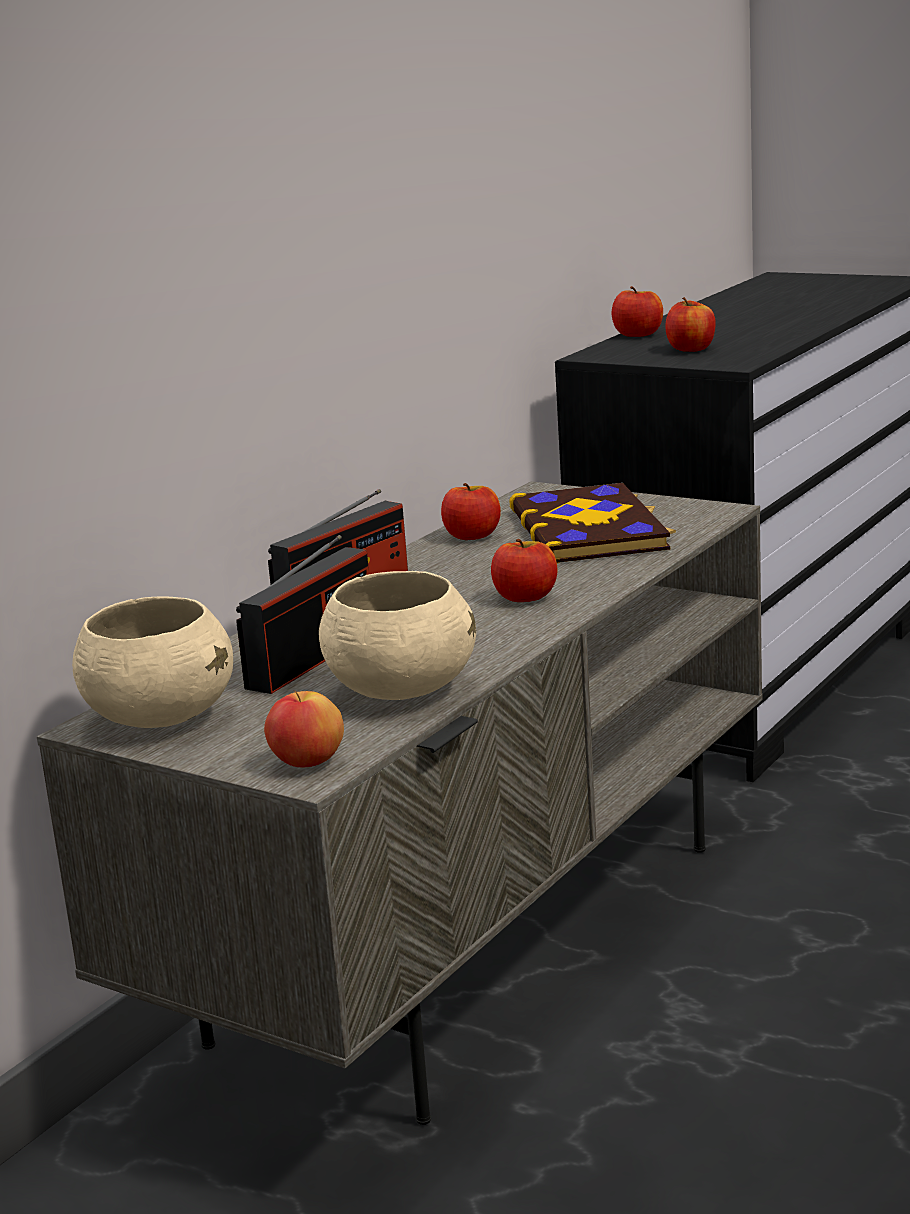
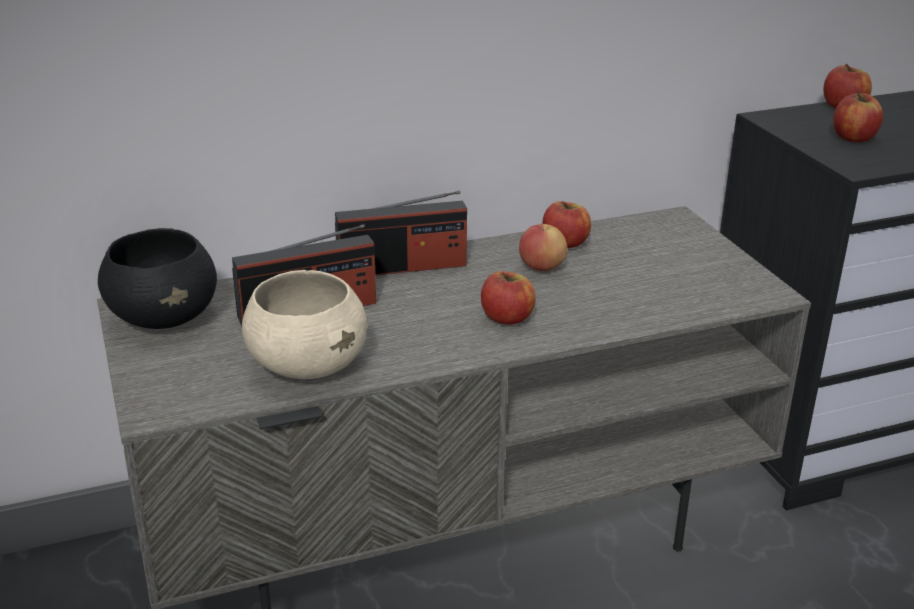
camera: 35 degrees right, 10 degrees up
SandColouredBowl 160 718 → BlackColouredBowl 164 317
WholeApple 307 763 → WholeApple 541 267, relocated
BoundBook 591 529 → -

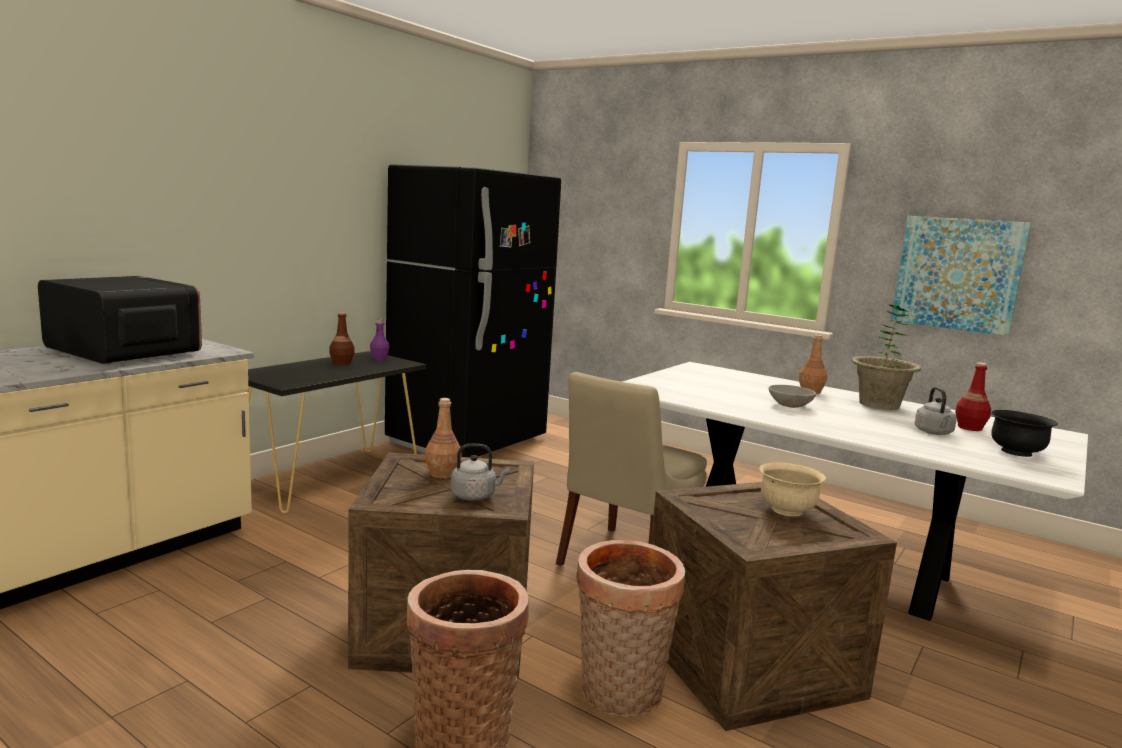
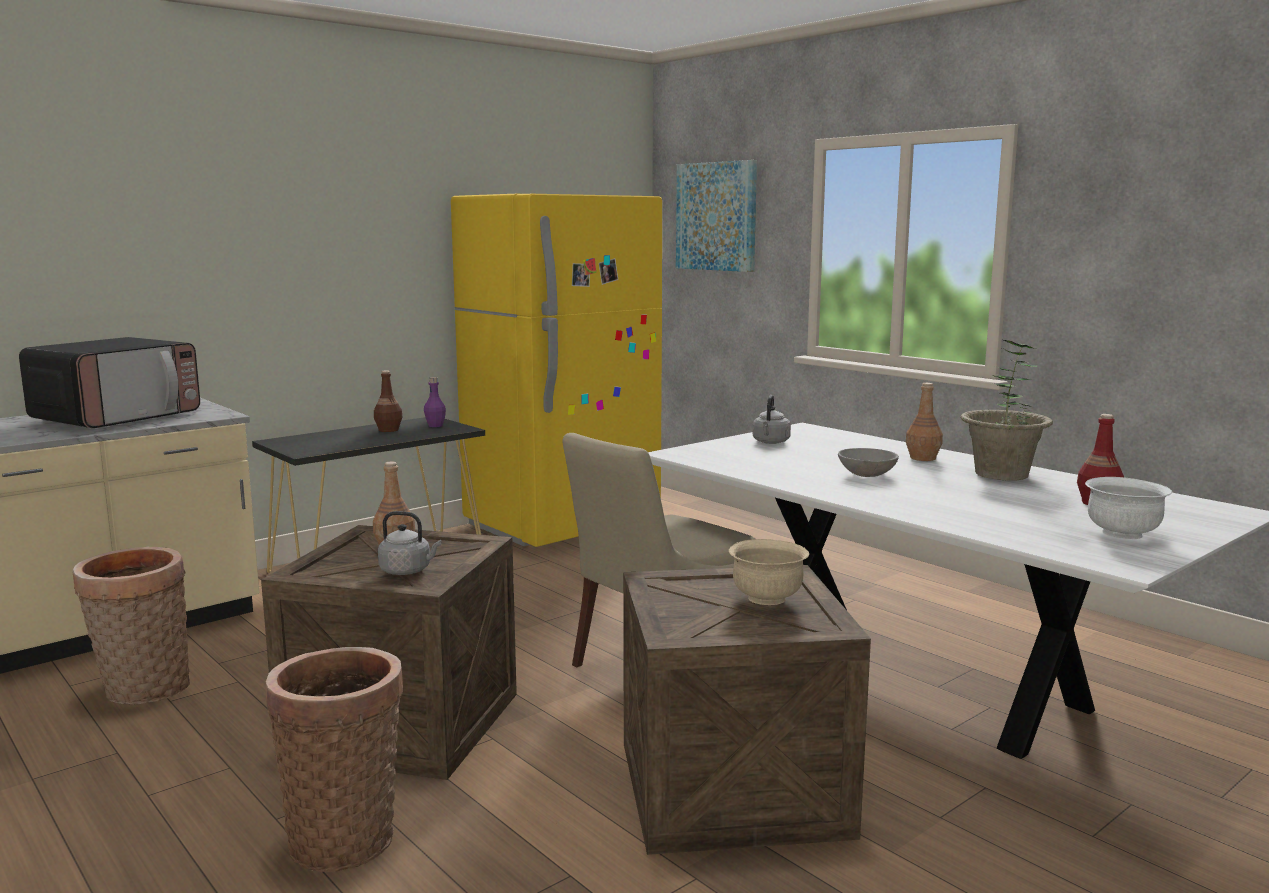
camera: 15 degrees right, 0 degrees up
KitchenMicrowave 123 352 → KitchenMicrowave 118 417, 75 degrees clockwise
BlackColouredRefrigerator 467 441 → YellowishRefrigerator 562 525
Basket 619 695 → Basket 143 691, relocated
Picture 957 274 → Picture 716 216, relocated
GreyishKettle 934 433 → GreyishKettle 770 442, relocated
BlackColouredBowl 1016 452 → WhitishBowl 1123 534

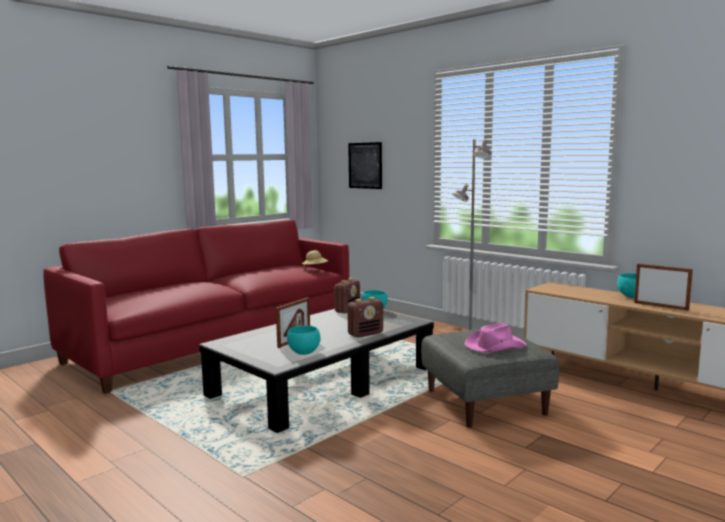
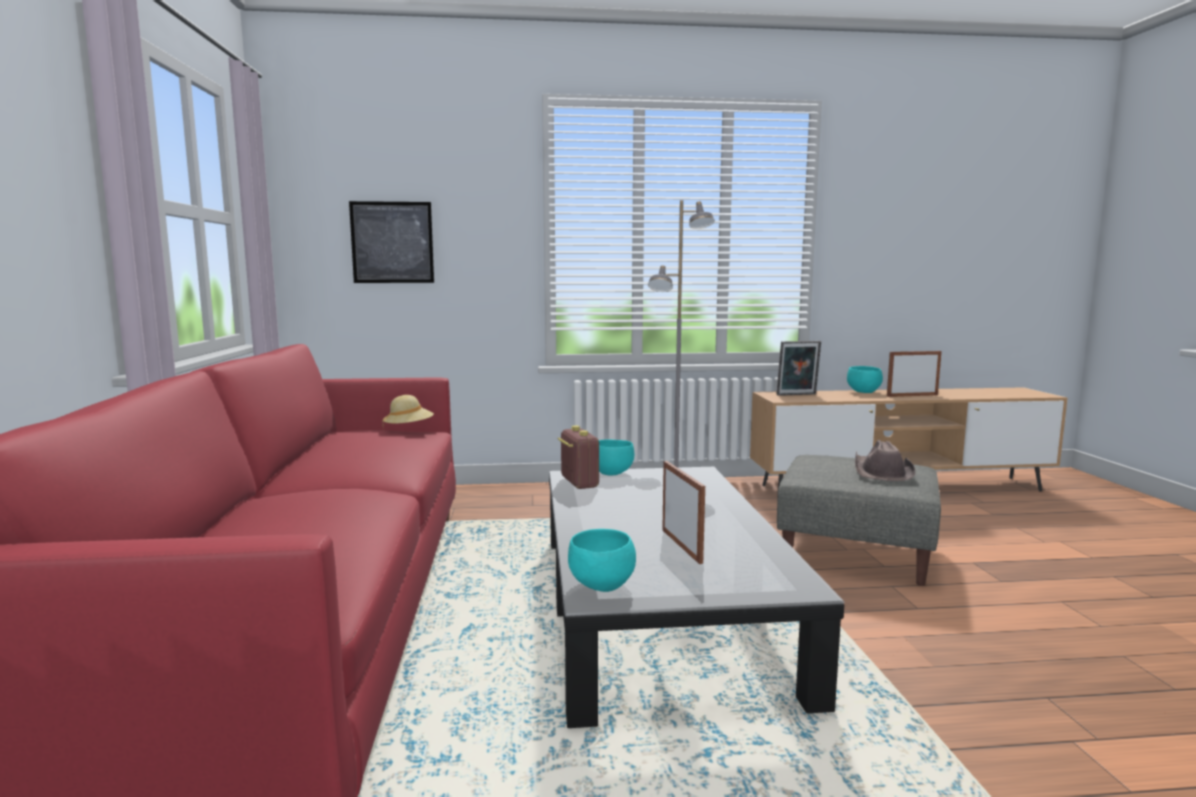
camera: 50 degrees left, 0 degrees up
BlueGreenBowl 303 352 → BlueGreenBowl 602 586, relocated
Radio 365 334 → -
PinkClothingHat 494 345 → BrownColouredClothingHat 881 472
- → PictureFrame 797 395

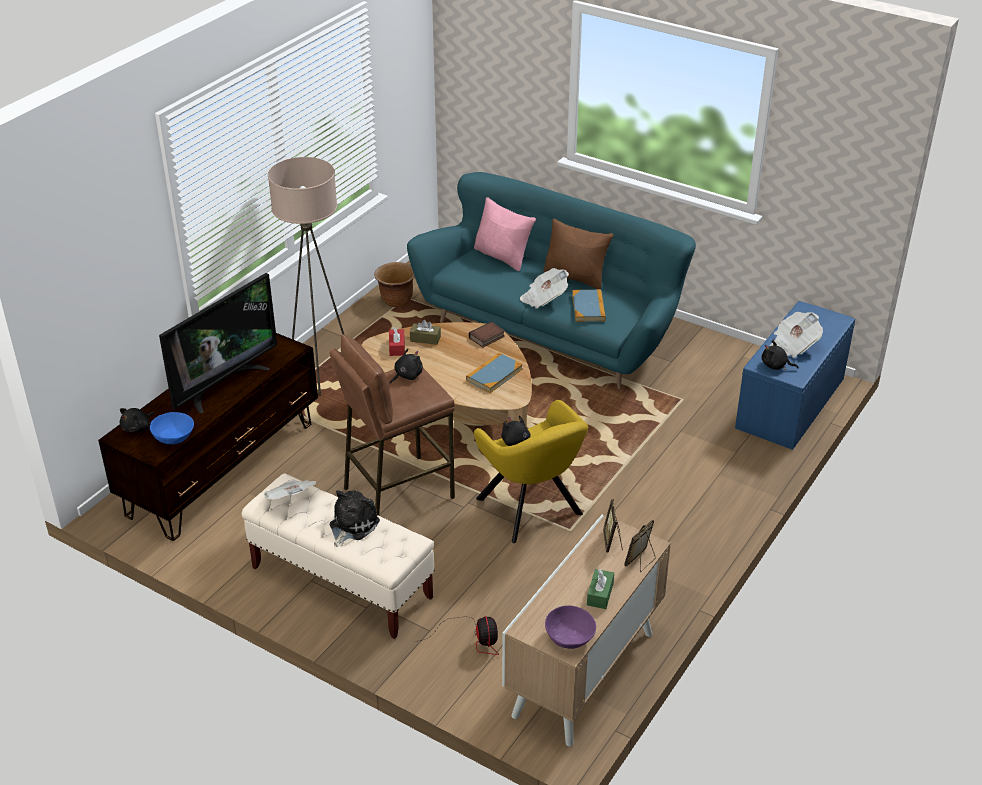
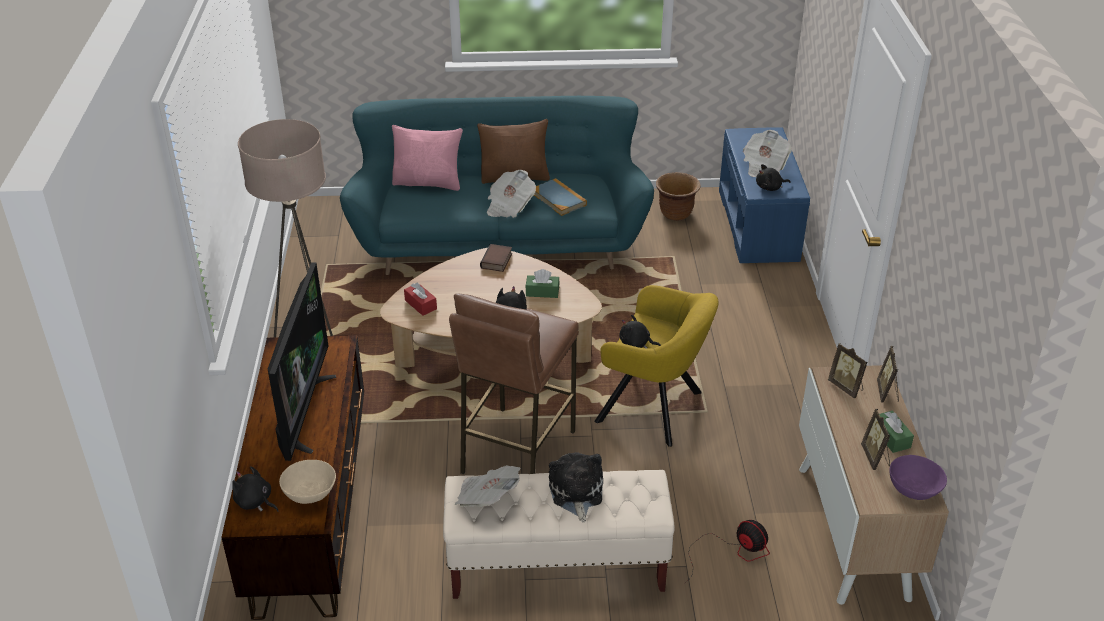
camera: 35 degrees left, 0 degrees up
BlackColouredSoftToy 138 428 → BlackColouredSoftToy 255 502, 120 degrees clockwise
BlueBowl 174 437 → SandColouredBowl 309 492
BrownColouredPlantPot 396 301 → BrownColouredPlantPot 676 214, relocated
BrownColouredTissueBox 425 339 → -
BoundBook 494 375 → GreenishTissueBox 542 292
- → PictureFrame 875 457

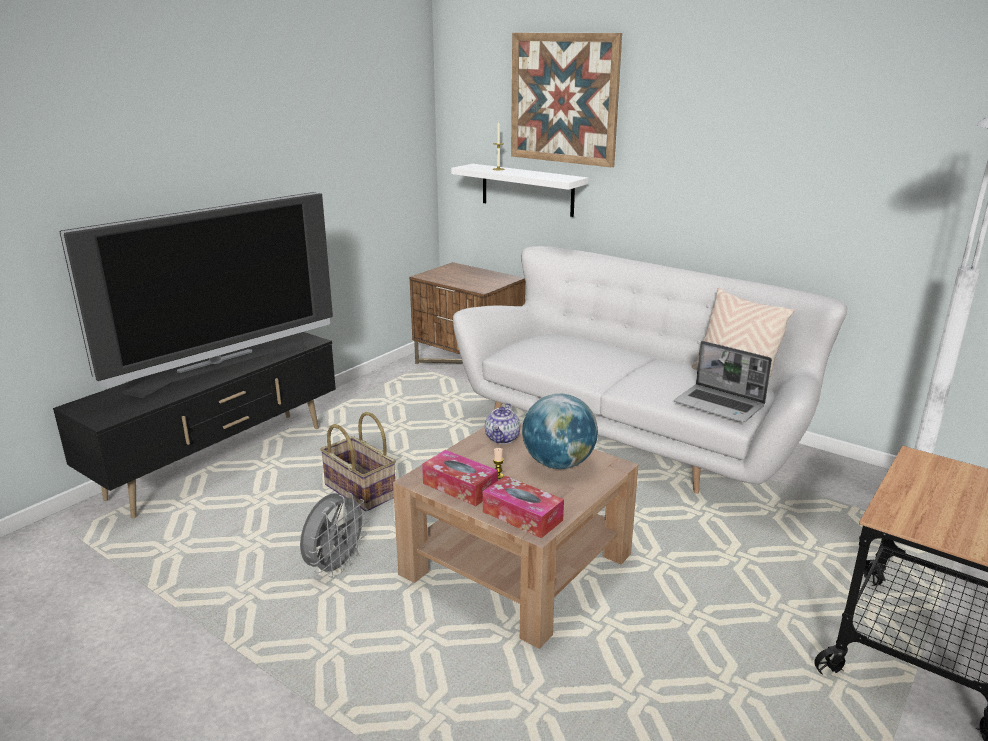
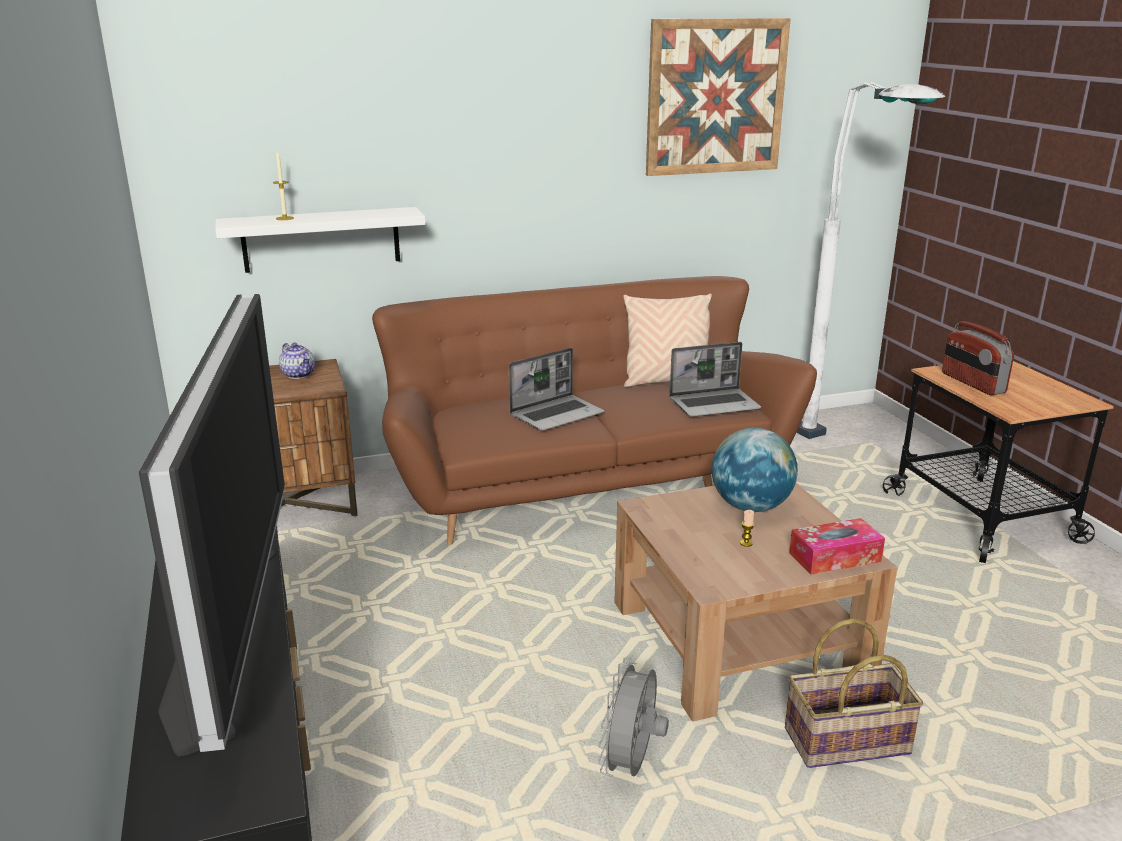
camera: 55 degrees left, 0 degrees up
GreyishElectricFan 335 566 → GreyishElectricFan 631 765, 135 degrees counterclockwise
Basket 359 491 → Basket 846 743, relocated
TissueBox 460 487 → -
WhitishSettee 634 437 → BrownColouredSettee 584 486
TeaPot 502 438 → TeaPot 299 374, relocated
Picture 564 99 → Picture 716 97, relocated
- → NotebookComputer 557 414
- → Radio 972 383

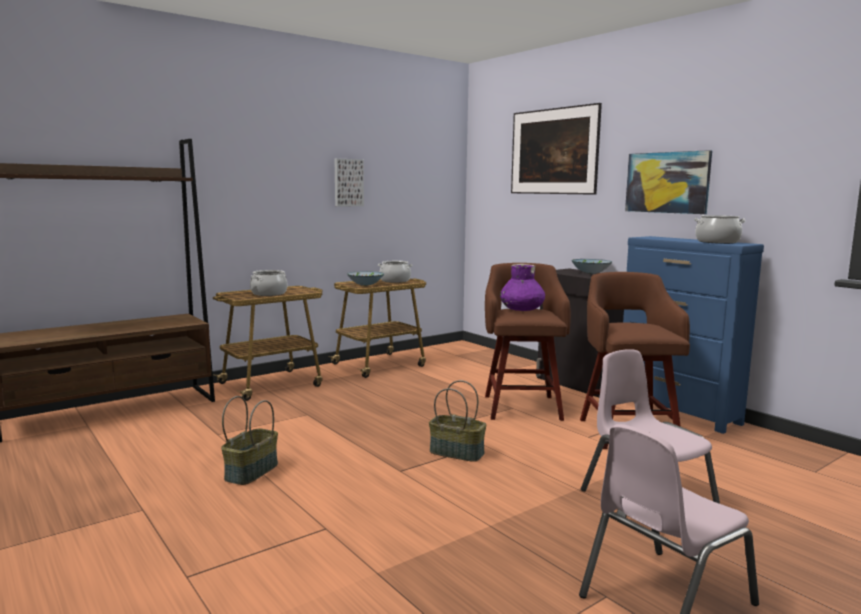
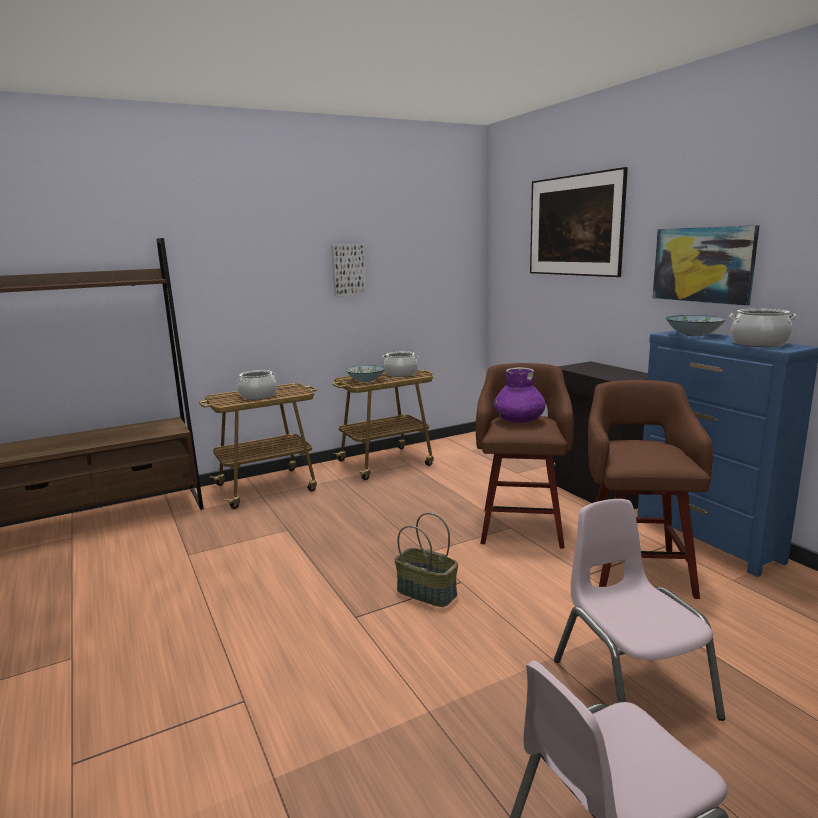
camera: 10 degrees right, 5 degrees up
Basket 251 471 → -
Bowl 590 273 → Bowl 693 335, relocated

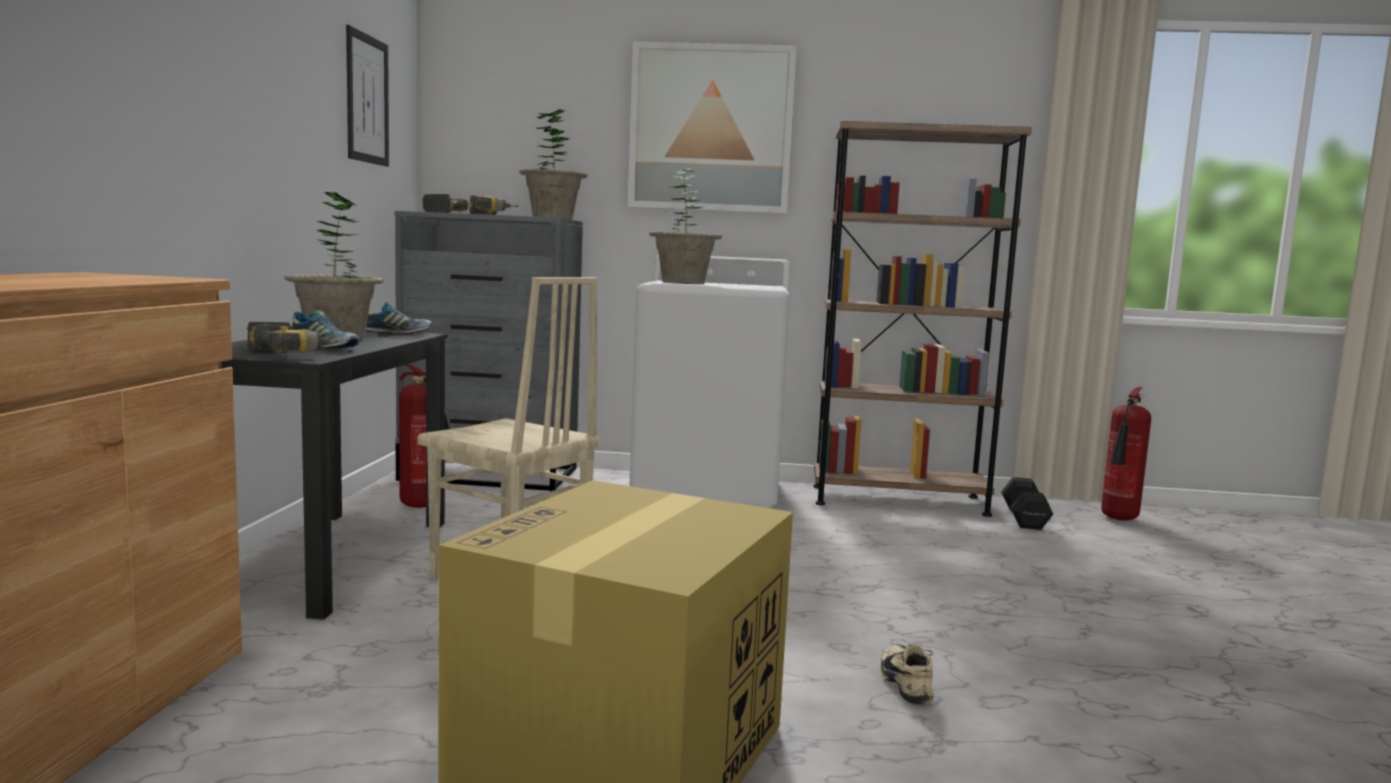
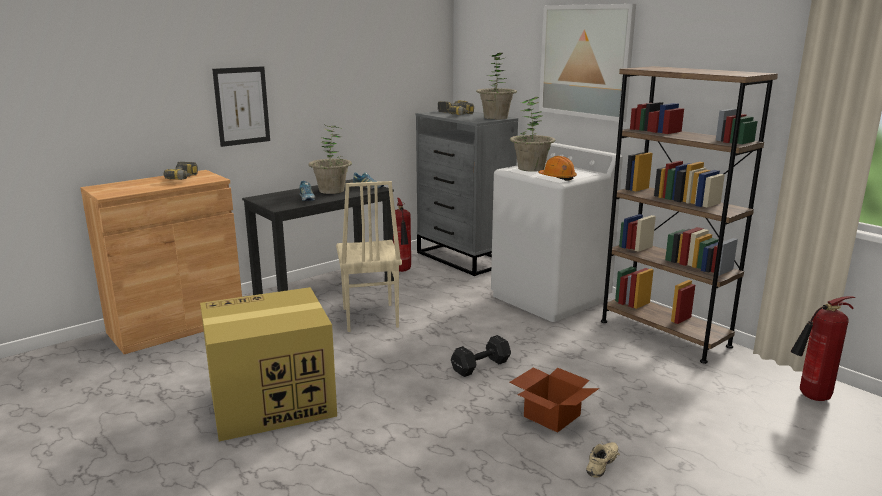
camera: 45 degrees right, 10 degrees up
PowerDrill 293 354 → PowerDrill 186 178, relocated
Picture 367 99 → Picture 242 106, relocated
SandColouredItemOfFootwear 909 685 → SandColouredItemOfFootwear 603 465, relocated
BlackColouredDumbbell 1025 518 → BlackColouredDumbbell 482 366, relocated
- → CardboardBox 551 415
- → OrangeyWorkHelmet 557 178

